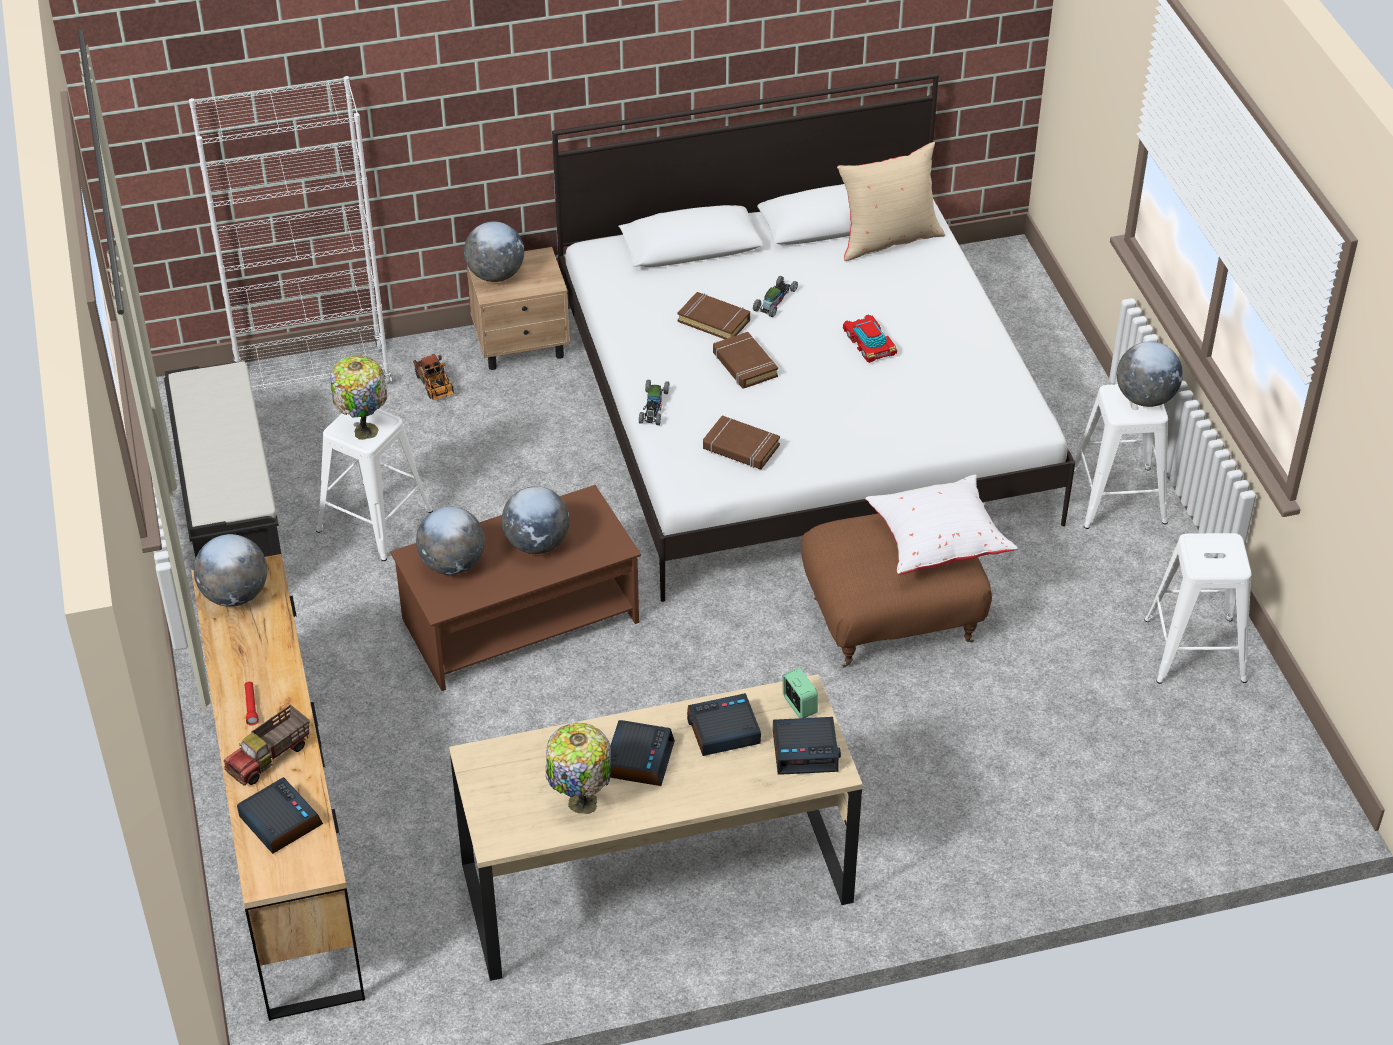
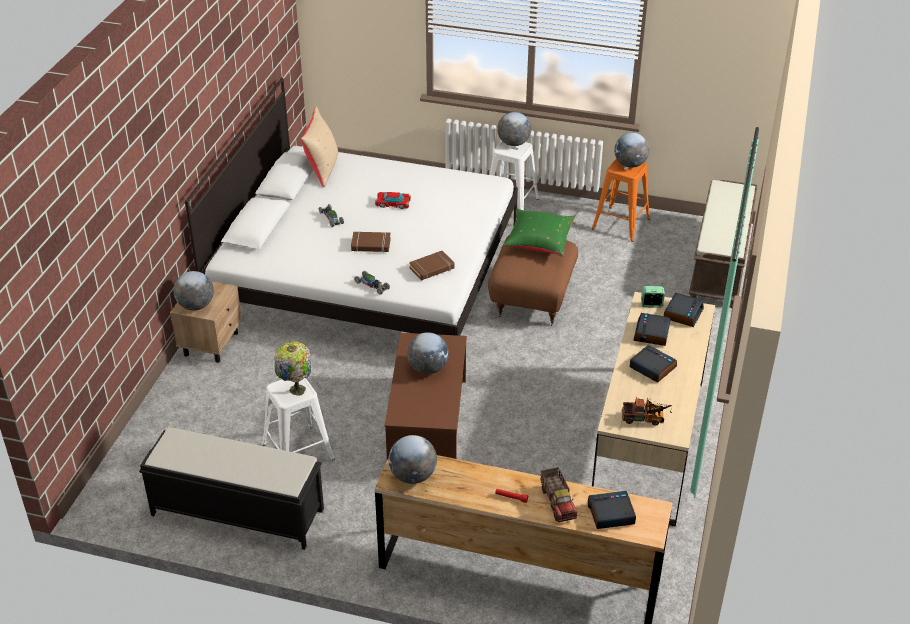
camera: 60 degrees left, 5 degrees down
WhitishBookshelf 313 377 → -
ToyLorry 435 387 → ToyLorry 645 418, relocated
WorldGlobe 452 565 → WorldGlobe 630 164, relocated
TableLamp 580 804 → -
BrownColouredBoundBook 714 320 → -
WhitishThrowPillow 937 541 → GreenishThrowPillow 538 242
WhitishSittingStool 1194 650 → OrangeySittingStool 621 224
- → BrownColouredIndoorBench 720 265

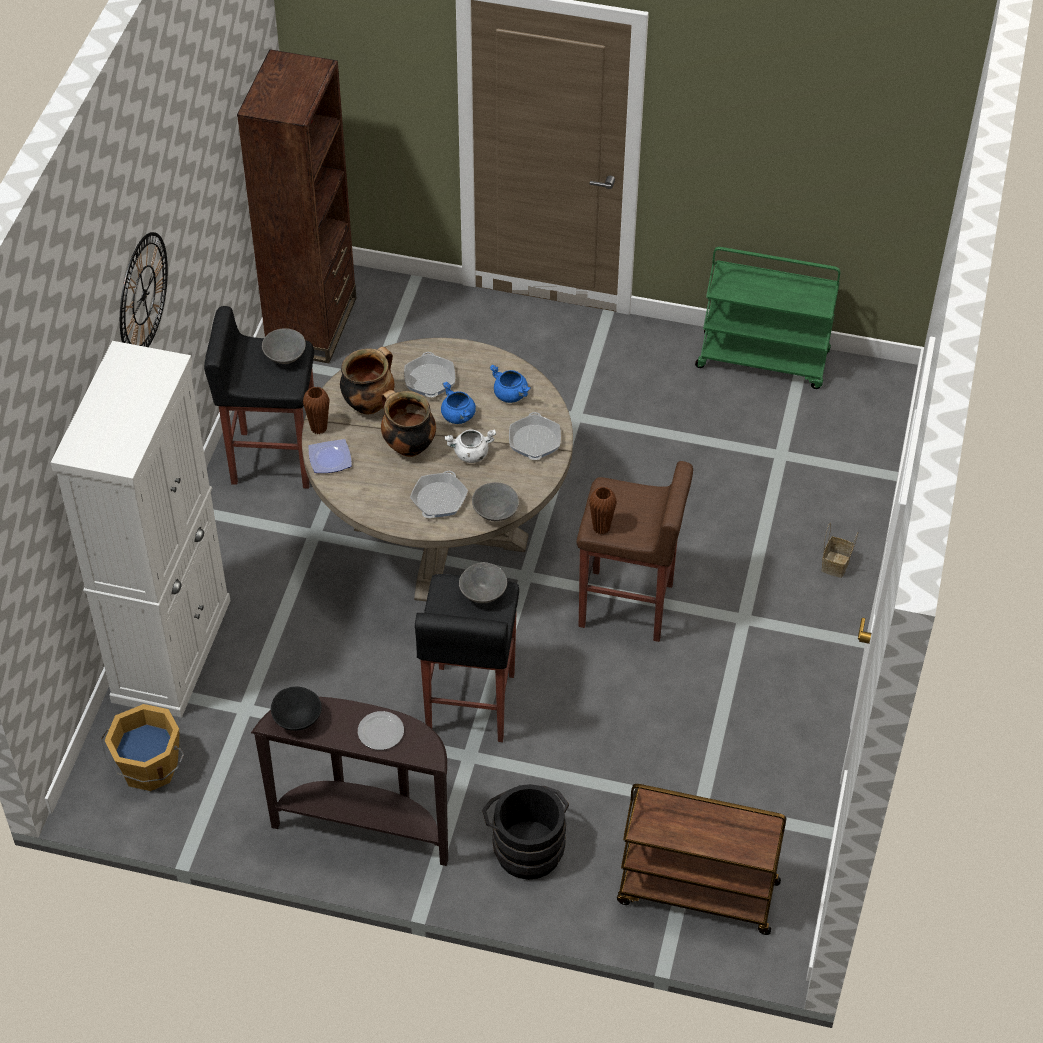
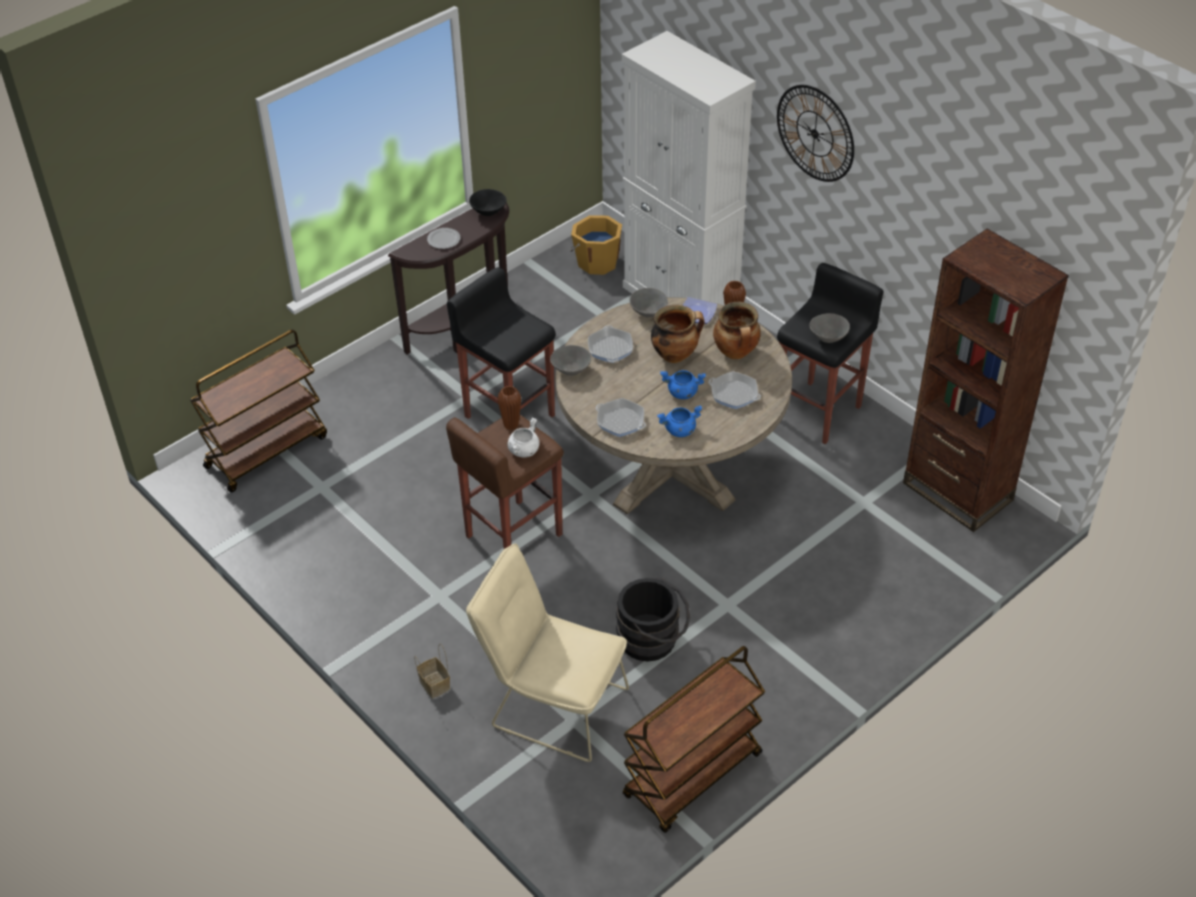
camera: 125 degrees right, 5 degrees down
Pan 439 499 → Pan 610 348, 150 degrees counterclockwise
WhitishCookingPot 471 454 → WhitishCookingPot 523 450, relocated
GreyishBowl 483 594 → GreyishBowl 648 313, relocated
BlackColouredWaterBucket 526 844 → BlackColouredWaterBucket 653 640, relocated
GreenishCart 764 360 → BrownColouredCart 692 777
- → SandColouredChair 551 704

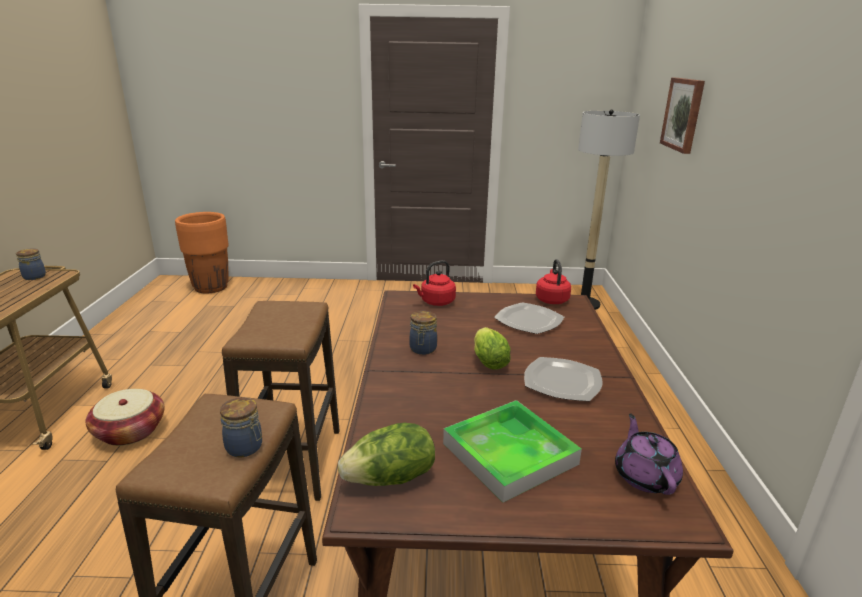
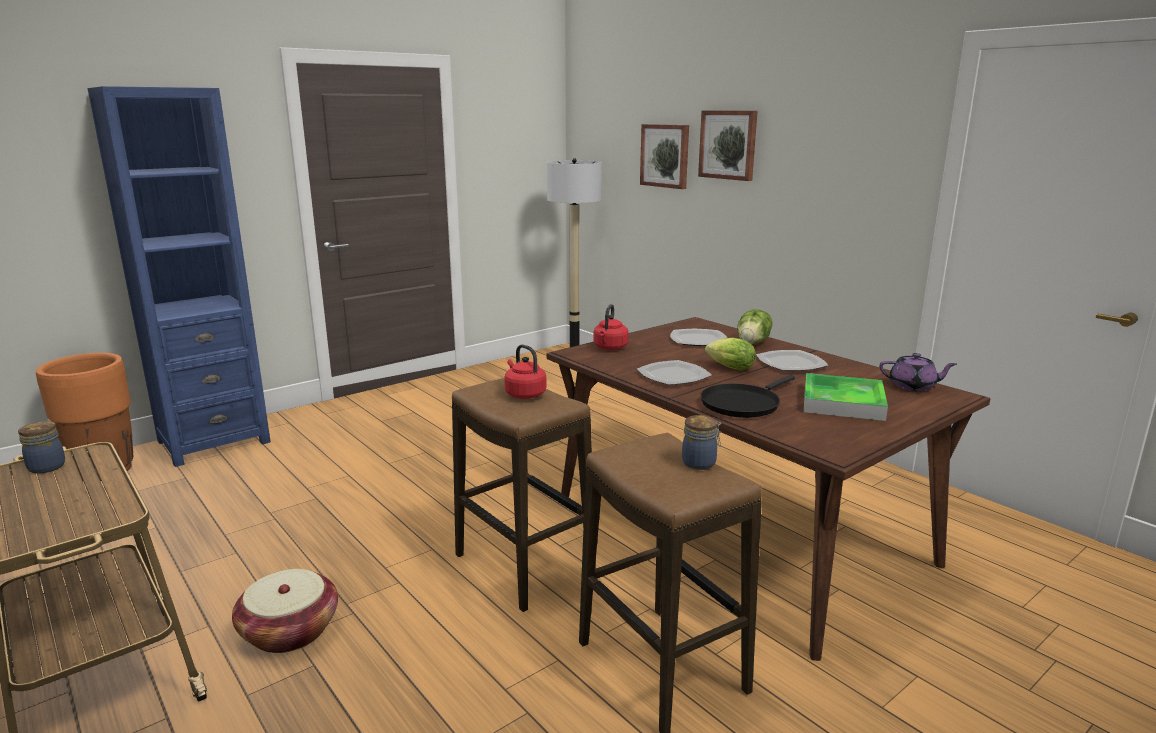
camera: 40 degrees left, 5 degrees down
HeadOfLettuce 391 478 → HeadOfLettuce 753 343, relocated
StorageJar 422 349 → Plate 674 376
ReddishKettle 551 299 → ReddishKettle 524 394, relocated
PurpleColouredTeaPot 645 476 → PurpleColouredTeaPot 913 386, 150 degrees clockwise
- → BlueBookshelf 214 441
- → Picture 728 144
- → BlackColouredPan 742 404

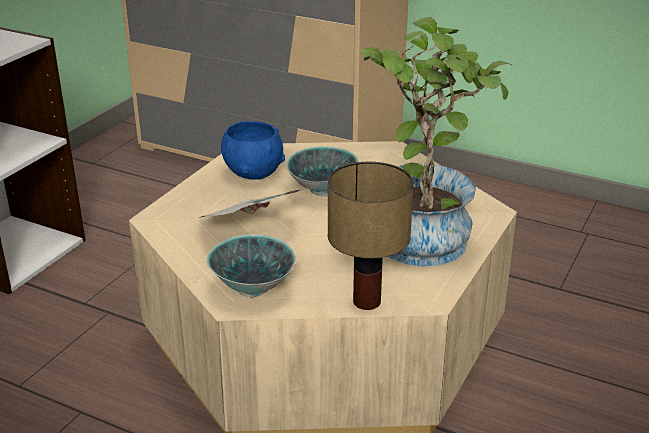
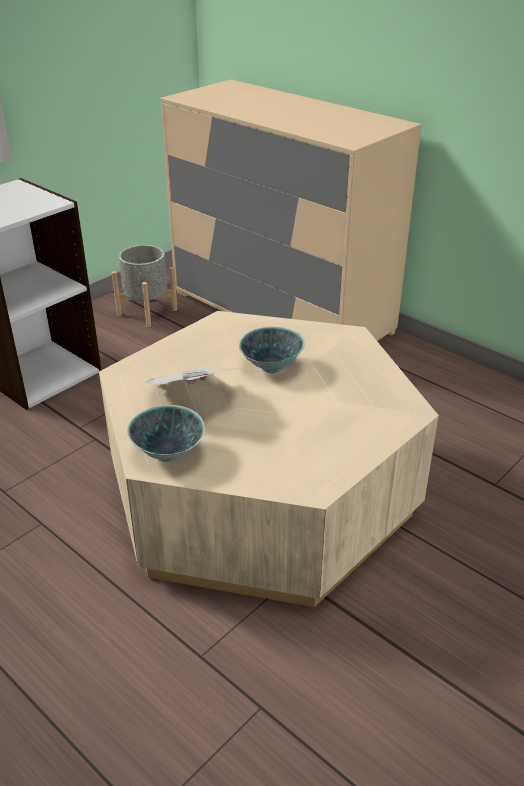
camera: 15 degrees right, 5 degrees up
BlueBowl 253 172 → -
TableLamp 368 301 → -
PlantInAPot 423 233 → -
- → GreyishPlantPot 147 312

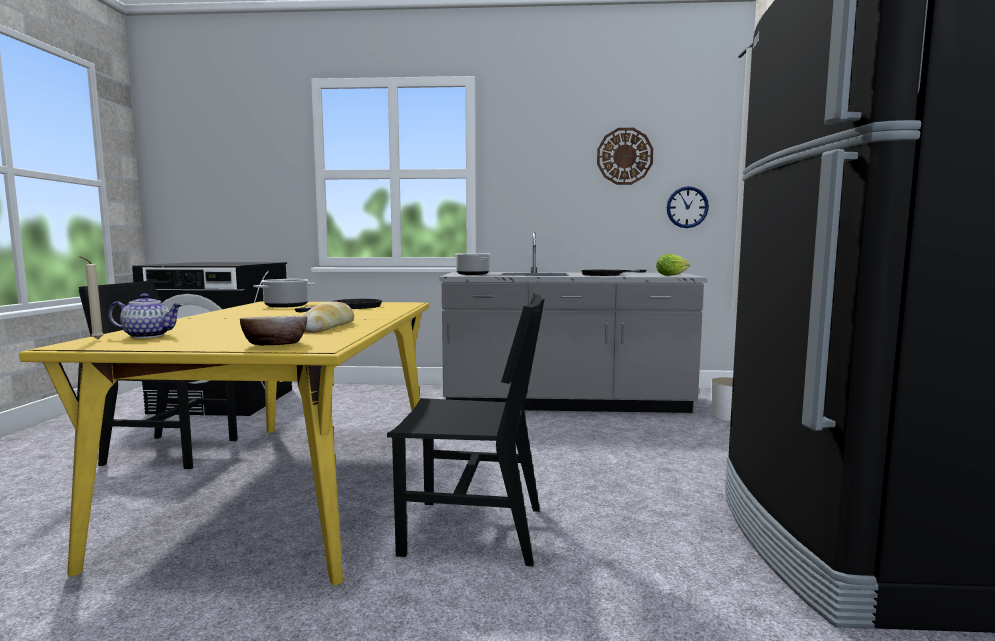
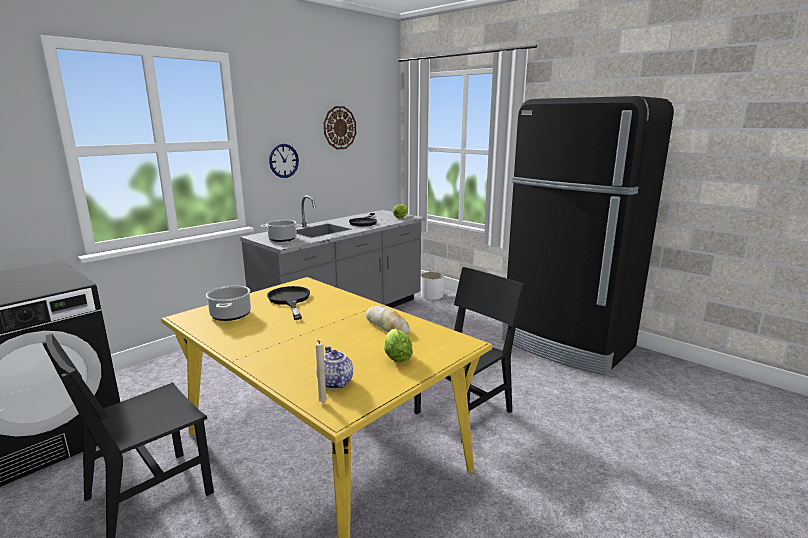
camera: 50 degrees left, 10 degrees up
TeaPot 149 336 → TeaPot 334 382, 60 degrees counterclockwise
Bowl 275 344 → -
HangingClock 687 207 → HangingClock 283 160, relocated
- → HeadOfLettuce 396 356

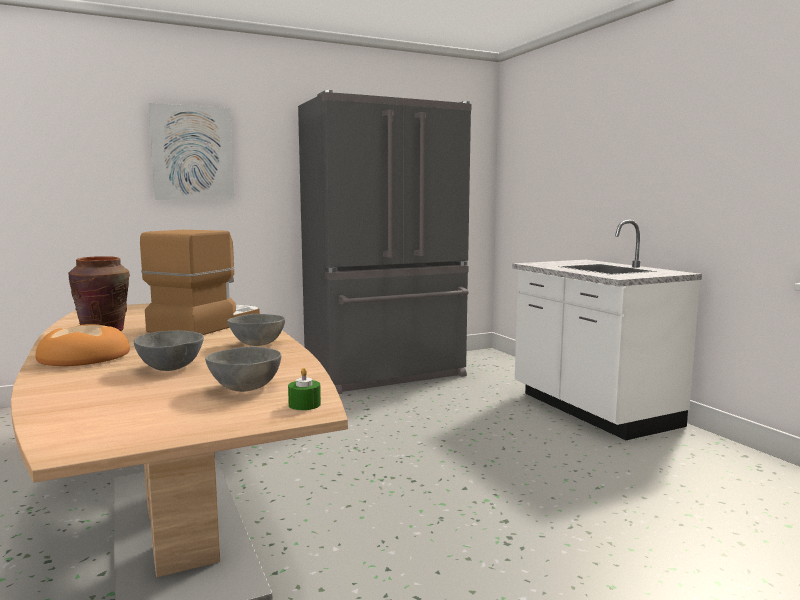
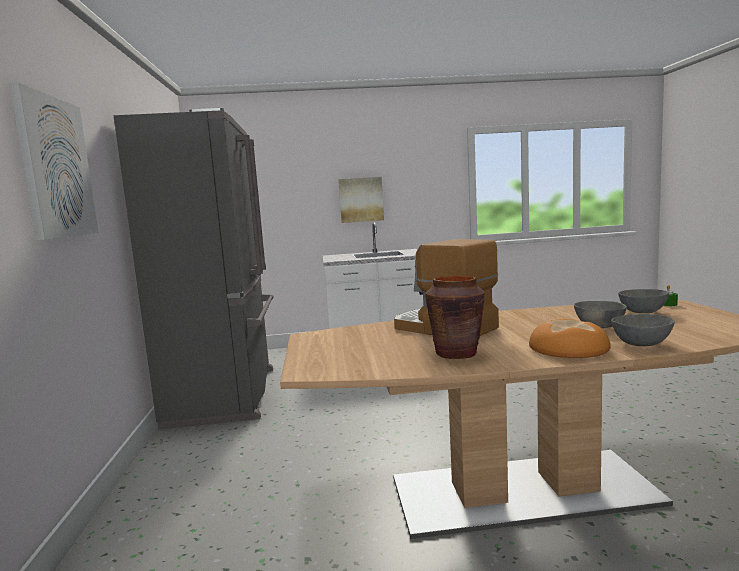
camera: 70 degrees left, 0 degrees up
GreyishBowl 257 344 → GreyishBowl 643 344, relocated
- → Picture 361 199

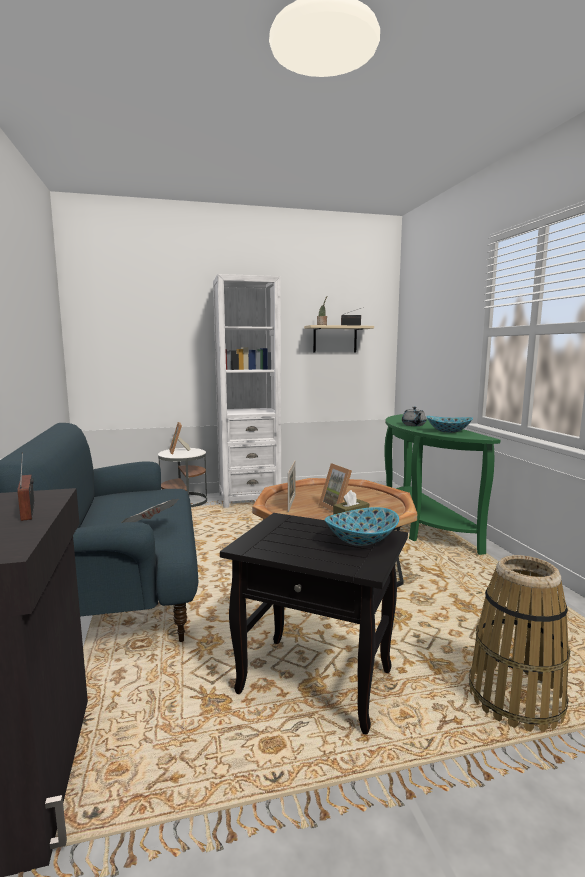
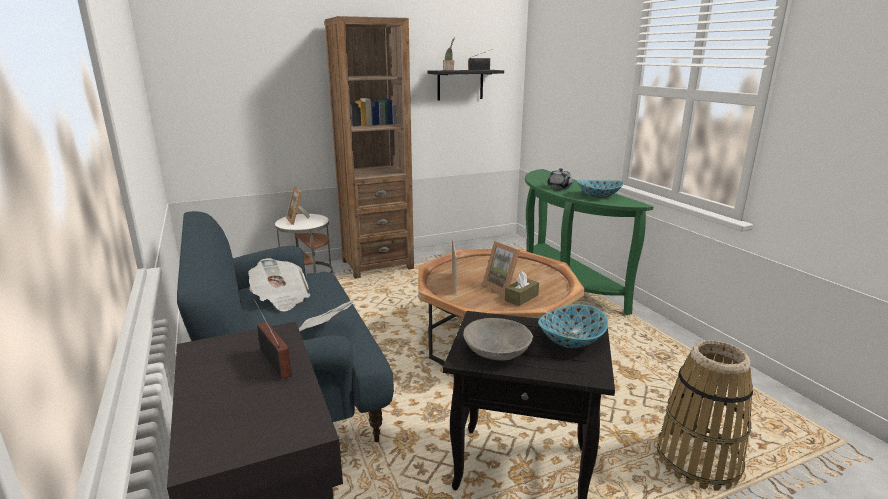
camera: 10 degrees left, 10 degrees up
WhitishBookshelf 249 498 → BrownColouredBookshelf 377 265
SandColouredBracketShelf 335 339 → BlackColouredBracketShelf 460 85
- → DailyPaper 281 298
- → GreyishBowl 496 351

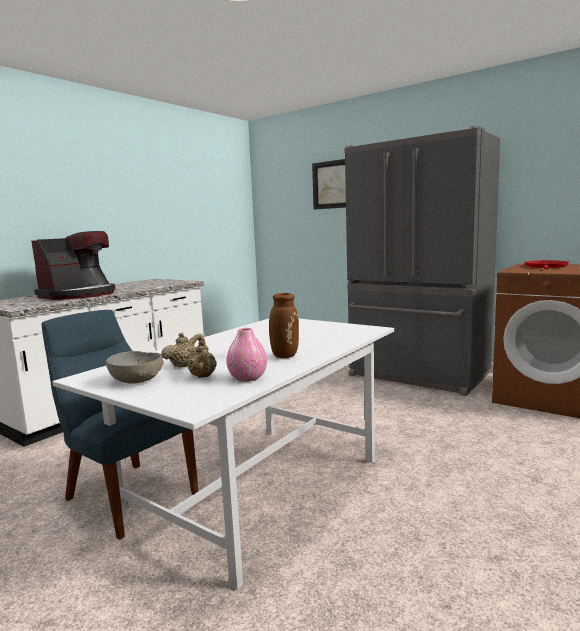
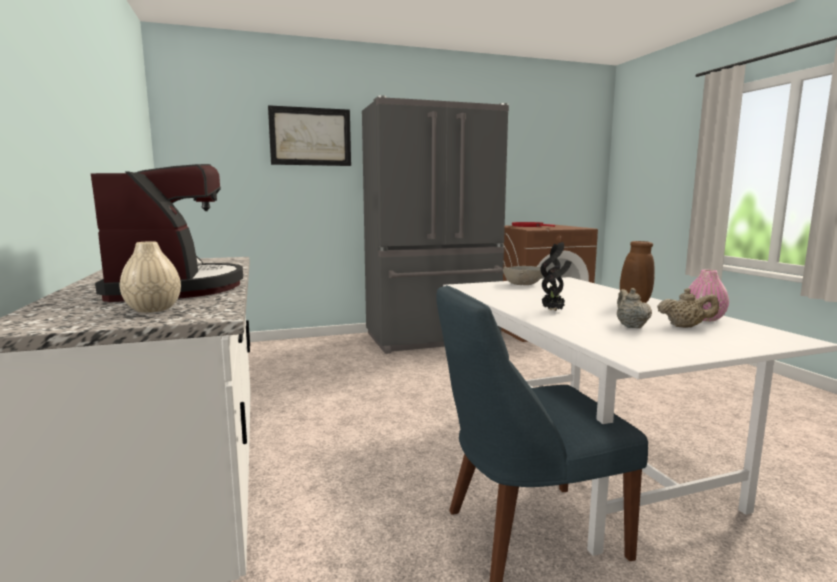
camera: 55 degrees left, 0 degrees up
GreyishBowl 137 380 → GreyishBowl 522 284, relocated
- → SandColouredDecorativeVase 153 309
- → PlantInAPot 553 311

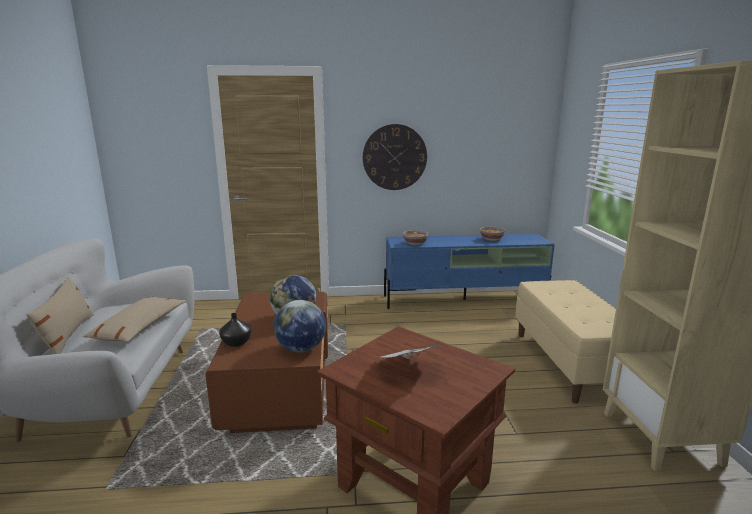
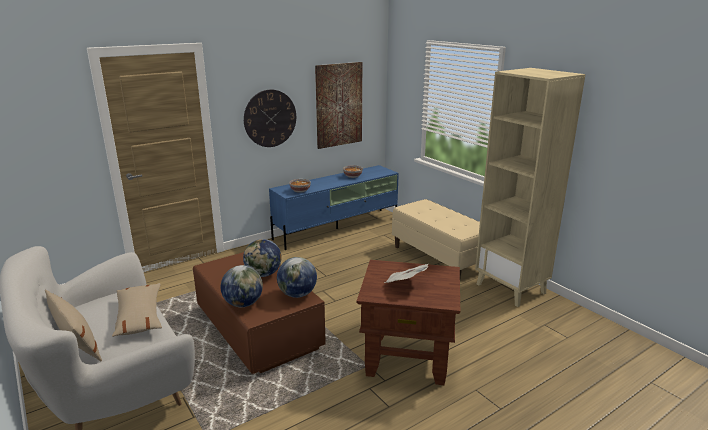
camera: 30 degrees left, 5 degrees up
BlackColouredDecorativeVase 237 342 → WorldGlobe 243 304
- → Picture 339 105

